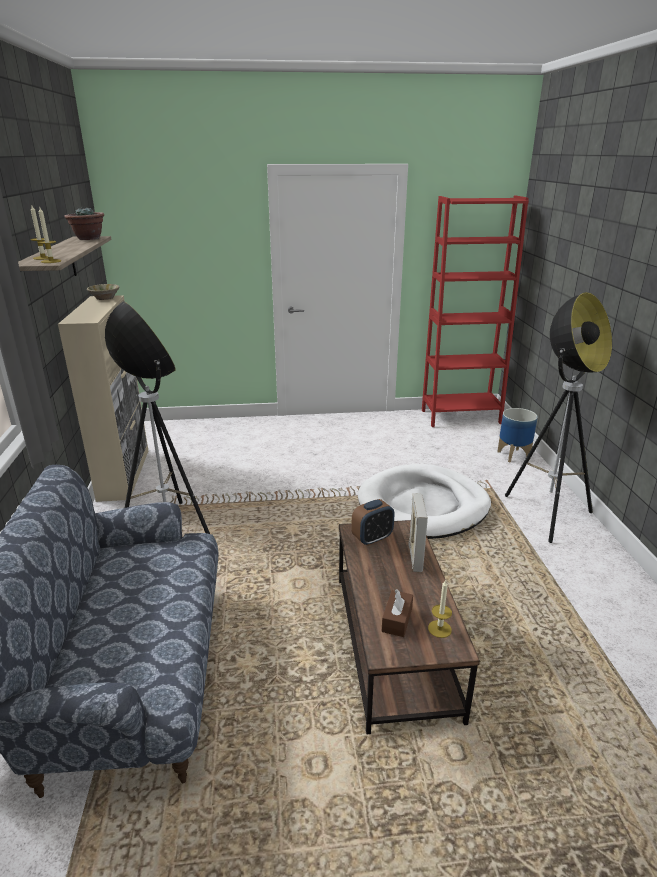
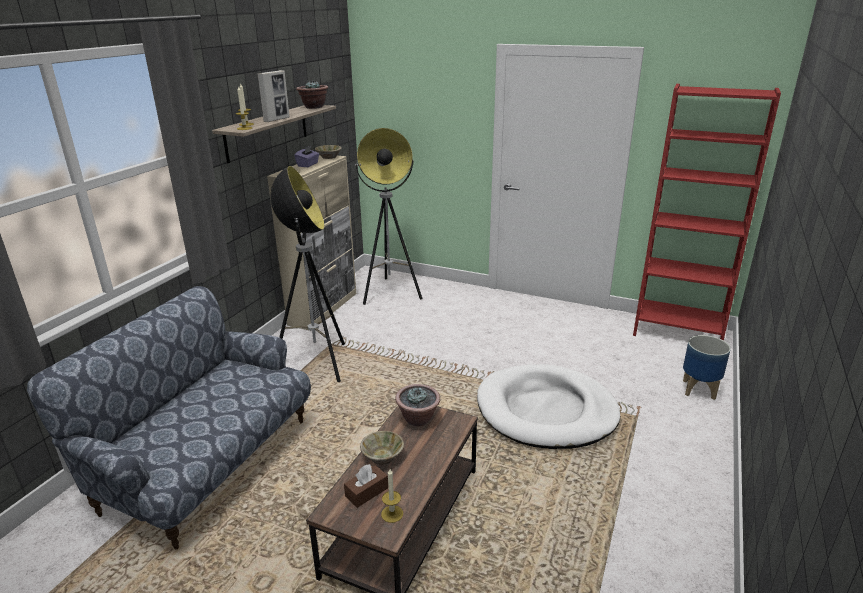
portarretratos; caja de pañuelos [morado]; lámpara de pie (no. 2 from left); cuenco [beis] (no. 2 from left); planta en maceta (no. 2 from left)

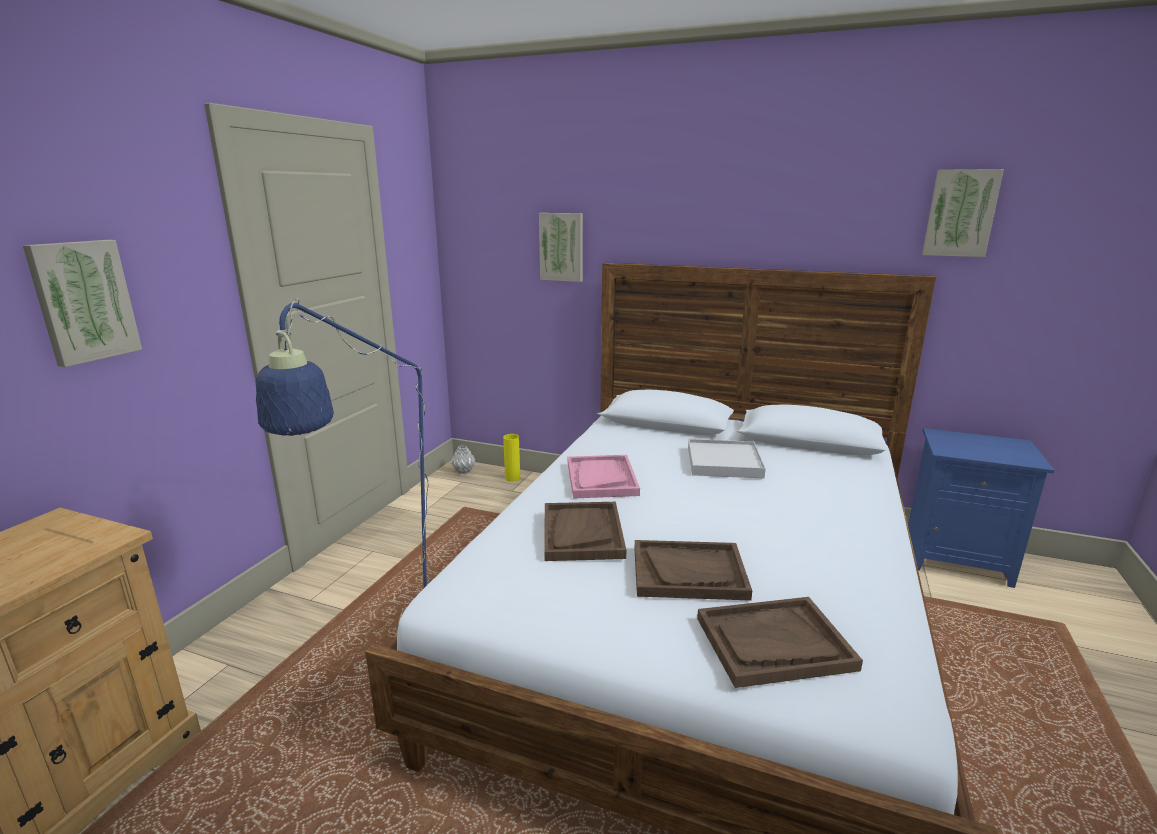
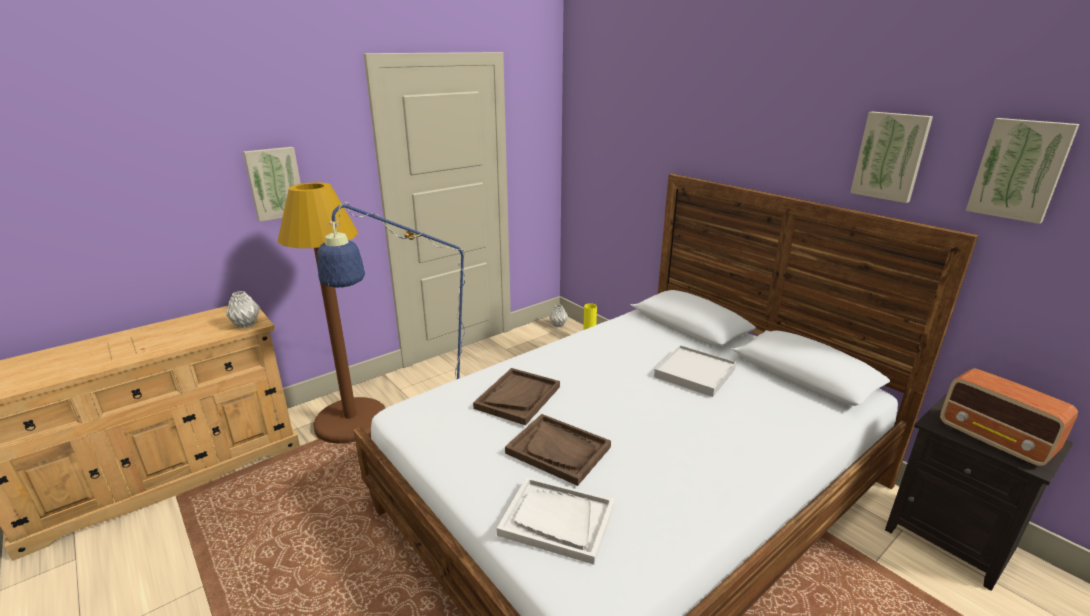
florero [gris] (no. 1 from left); lámpara de pie [marrón]; bandeja [blanco] (no. 1 from left); cuadro (no. 2 from left); mesita de noche [negro]; radio; bandeja [rosa]

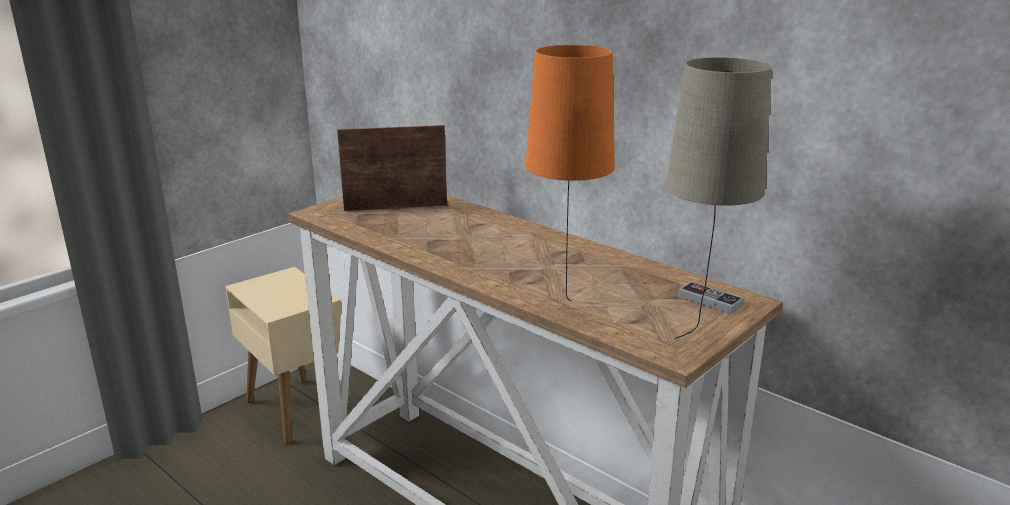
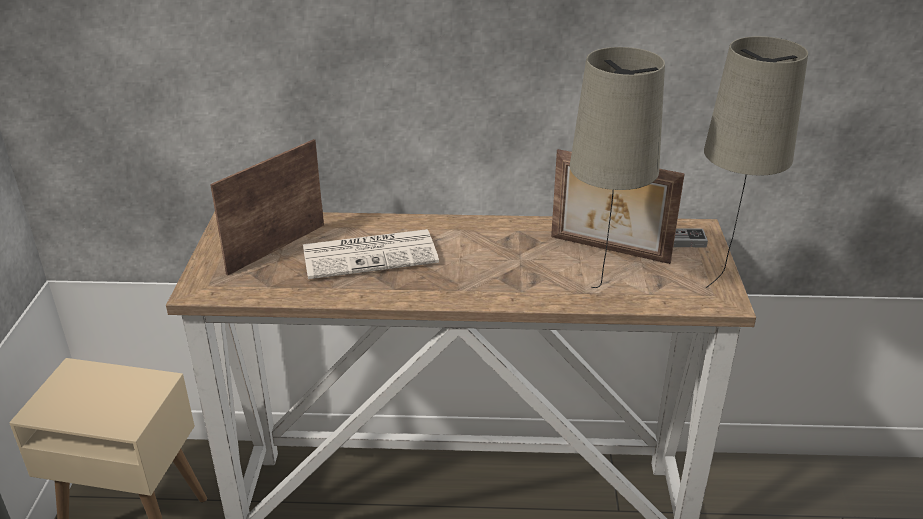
periódico; portarretratos (no. 2 from left); lámpara de mesa [beis] (no. 1 from left)

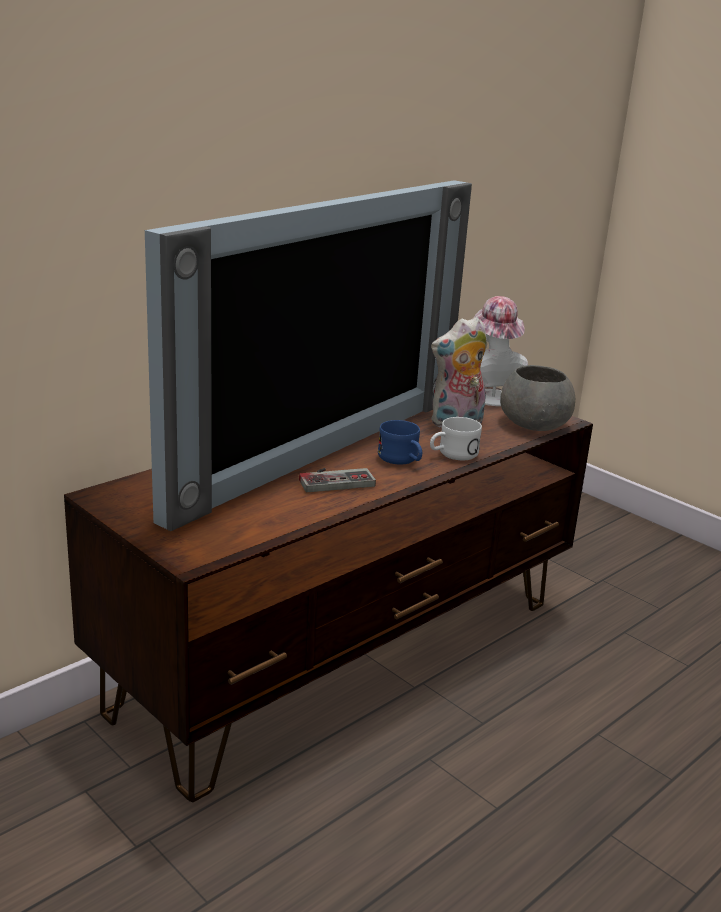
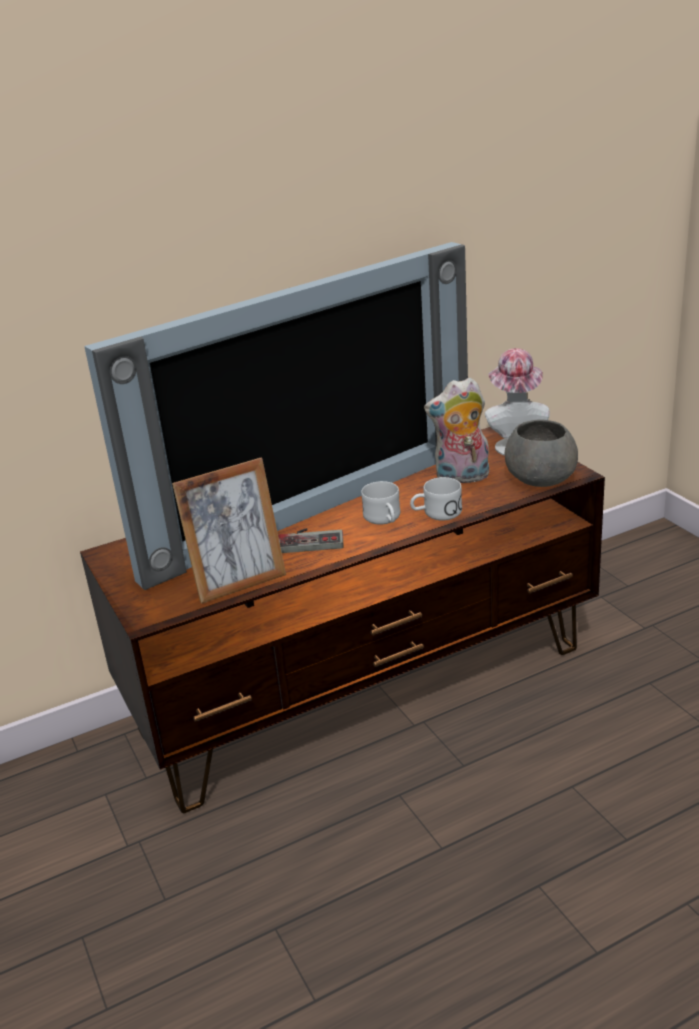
portarretratos; taza grande [blanco] (no. 1 from left)

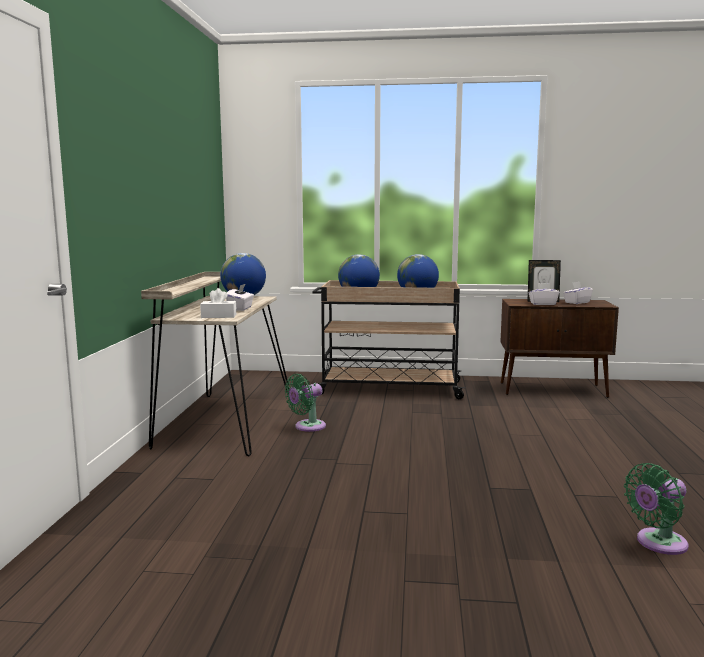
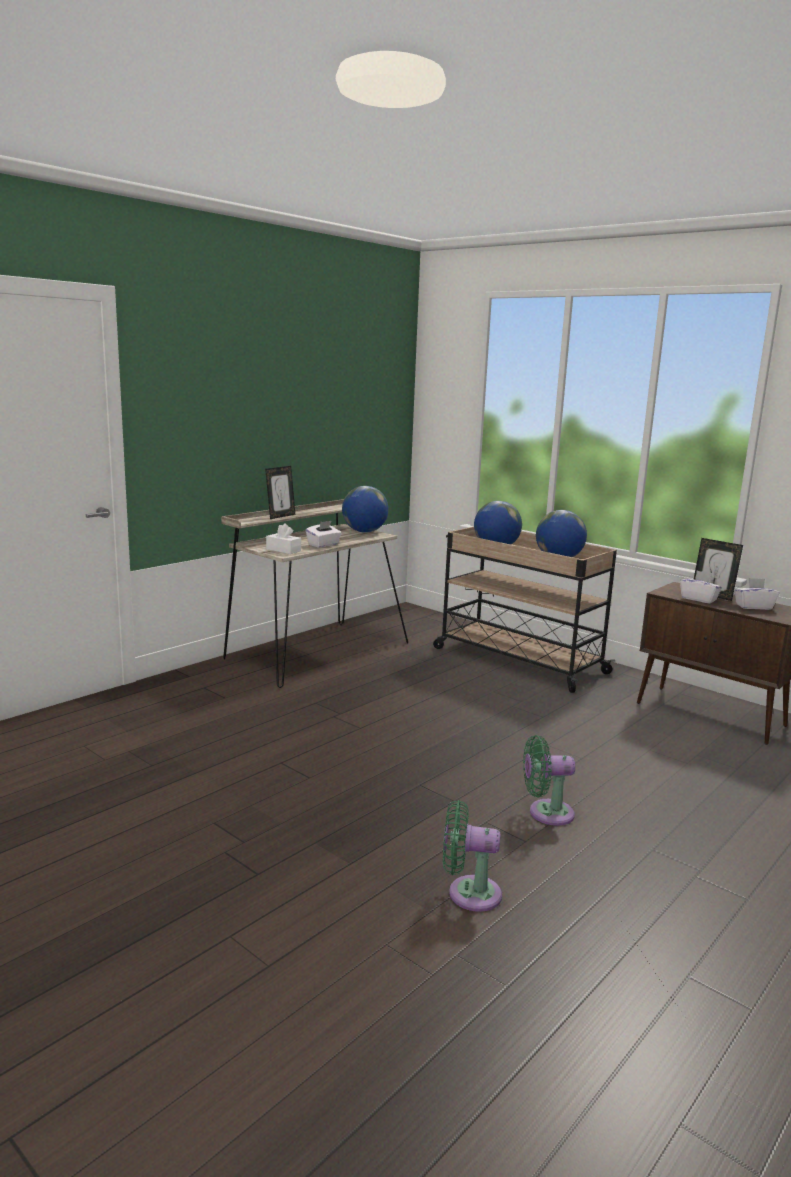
portarretratos (no. 1 from left); ventilador [verde] (no. 2 from left)

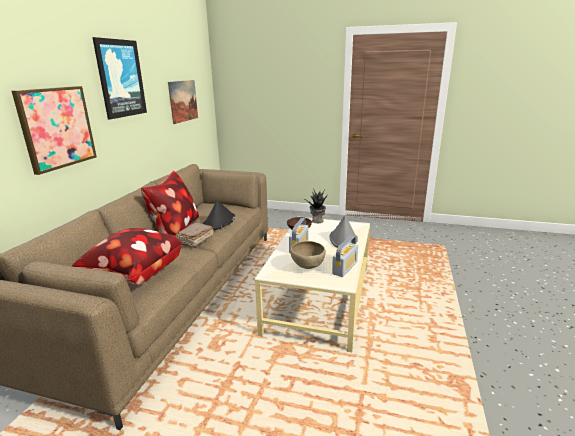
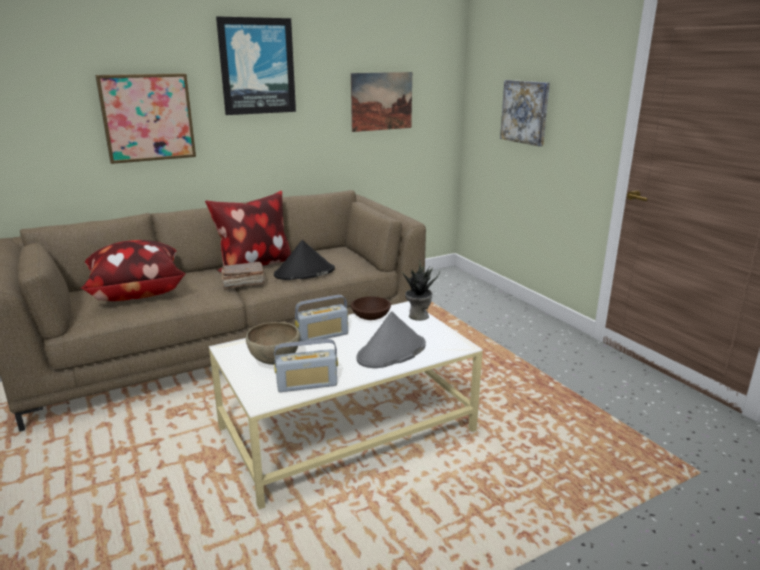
cuadro (no. 4 from left)

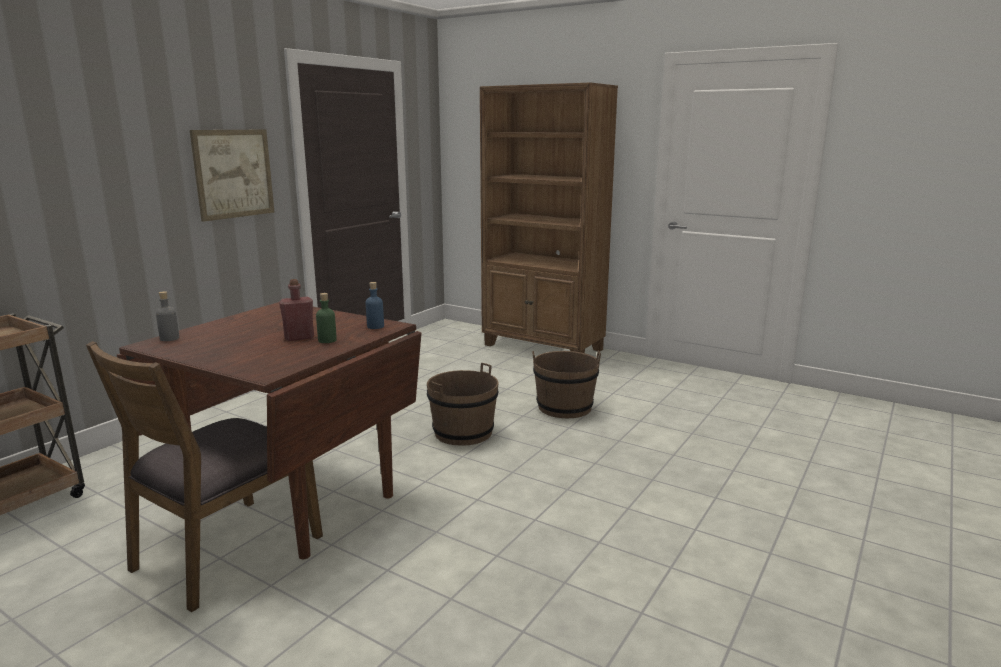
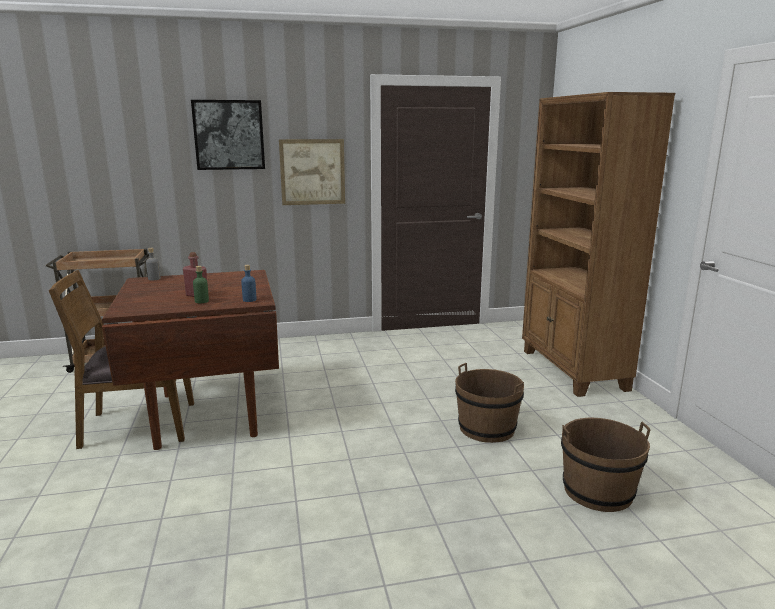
cuadro (no. 1 from left); cubo [marrón] (no. 2 from left)

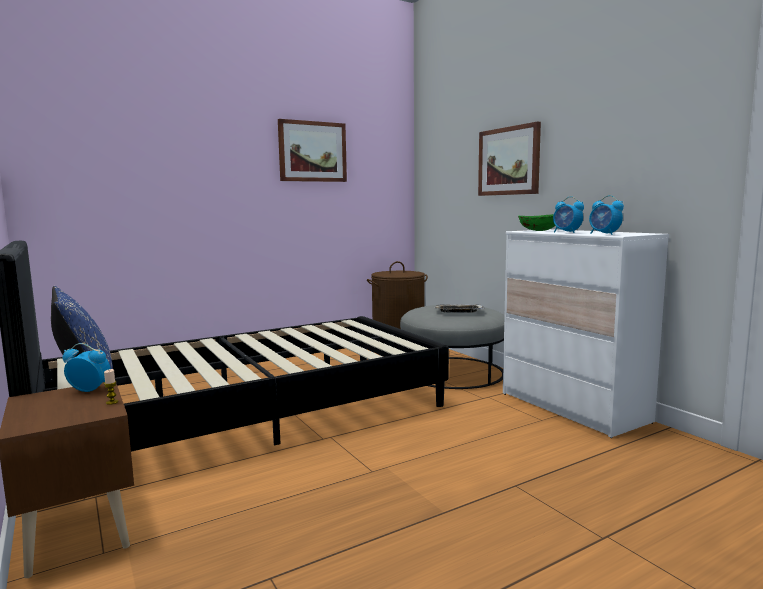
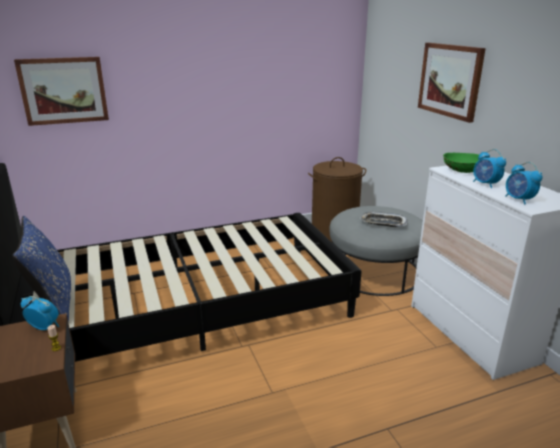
cuadro (no. 1 from left)

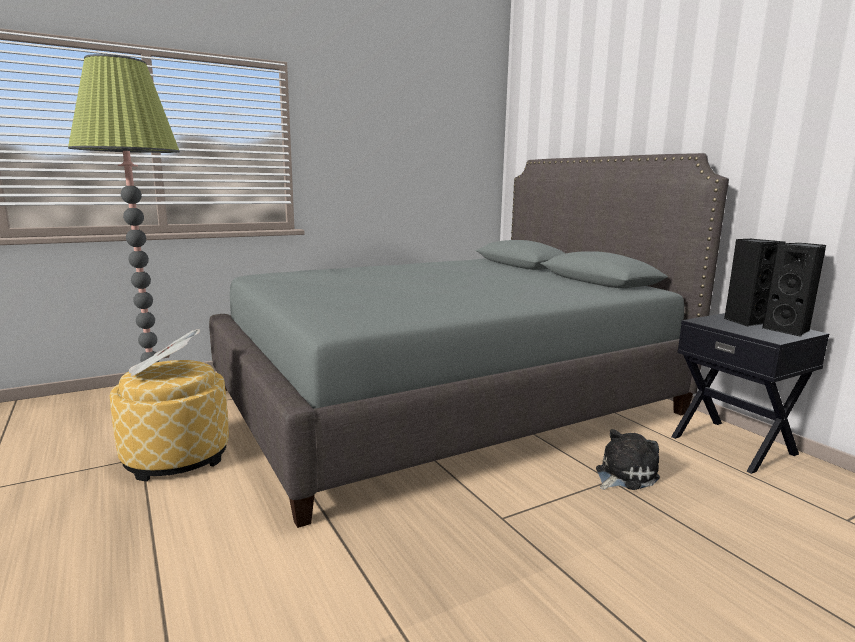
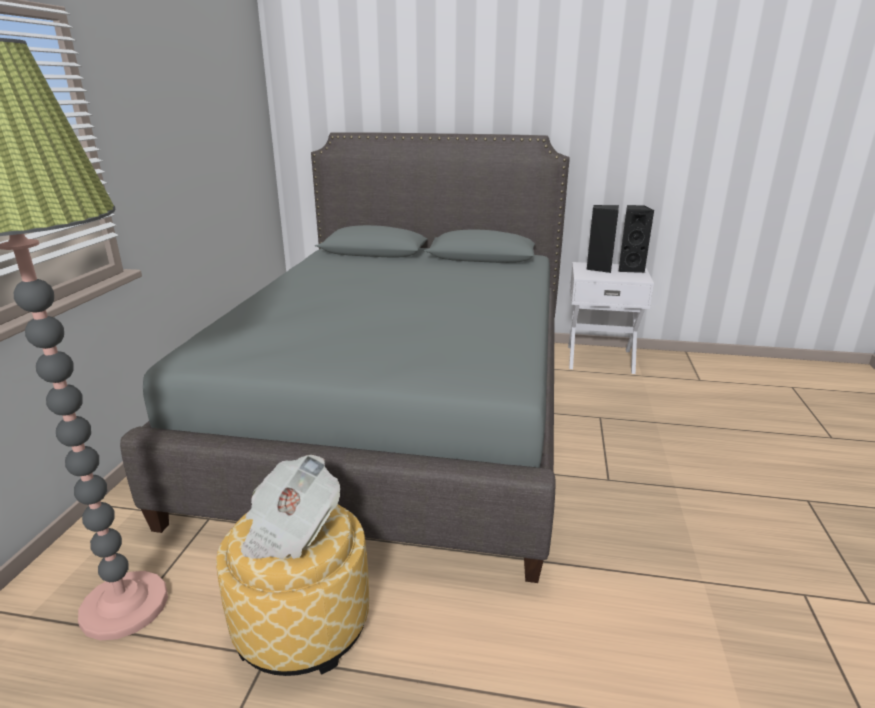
mesita de noche [blanco]; peluche

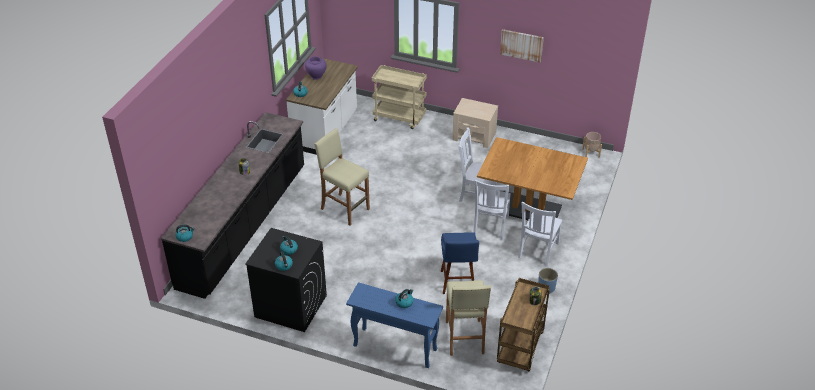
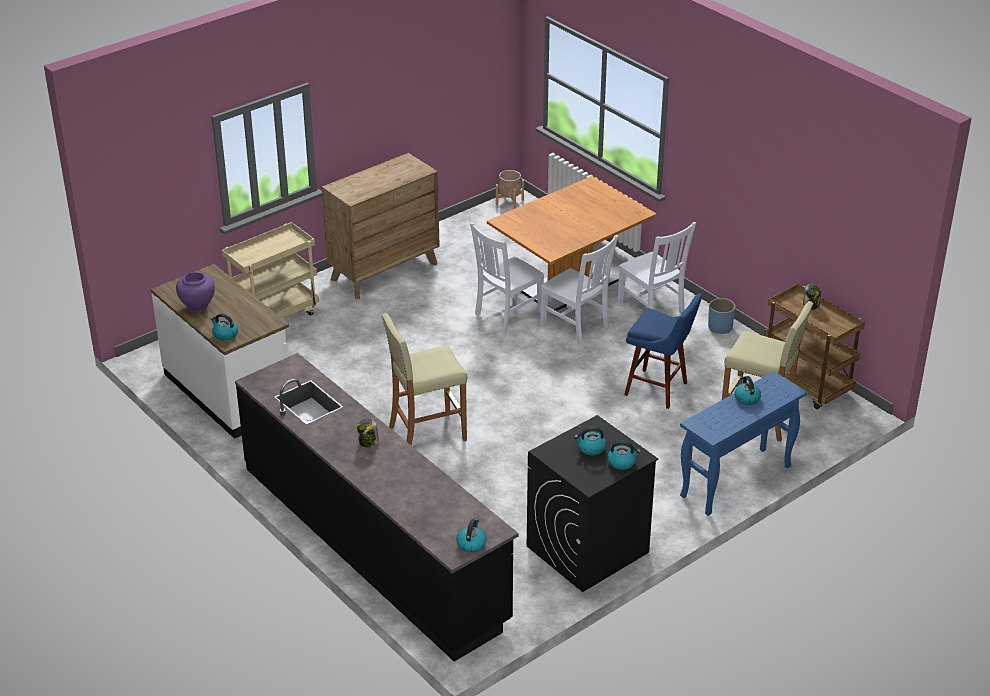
cómoda [marrón]; cuadro

